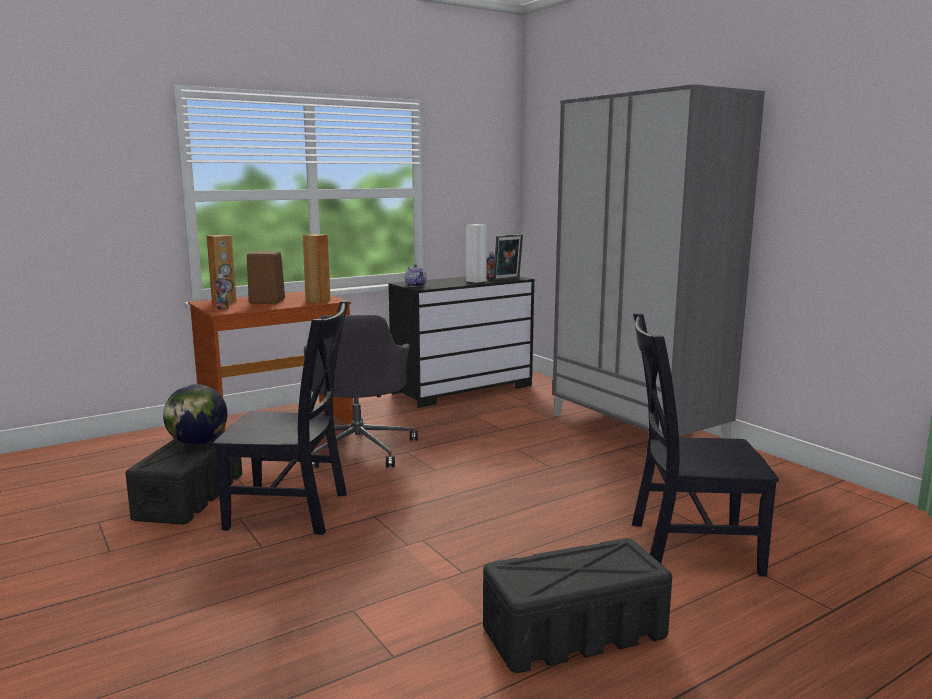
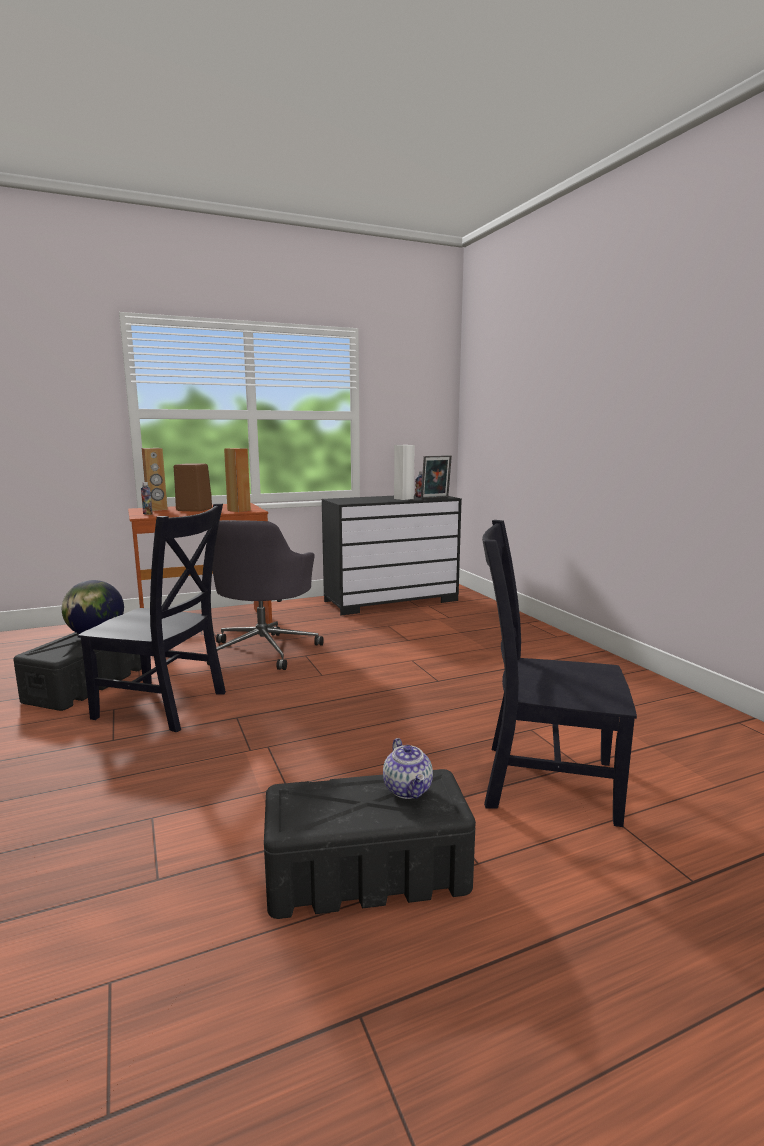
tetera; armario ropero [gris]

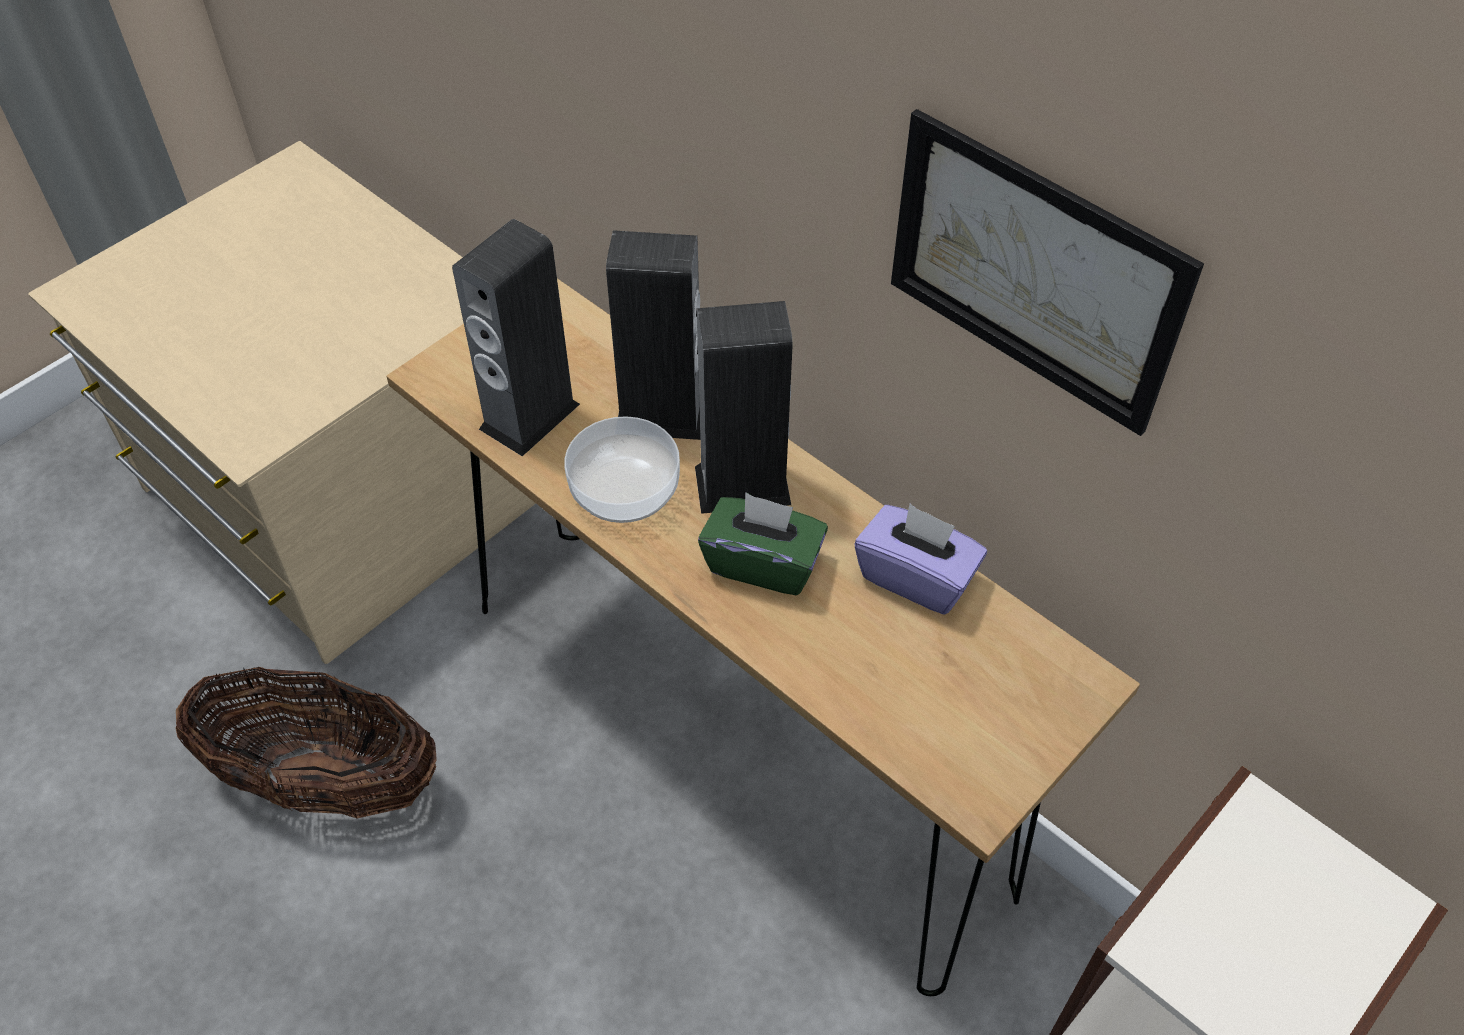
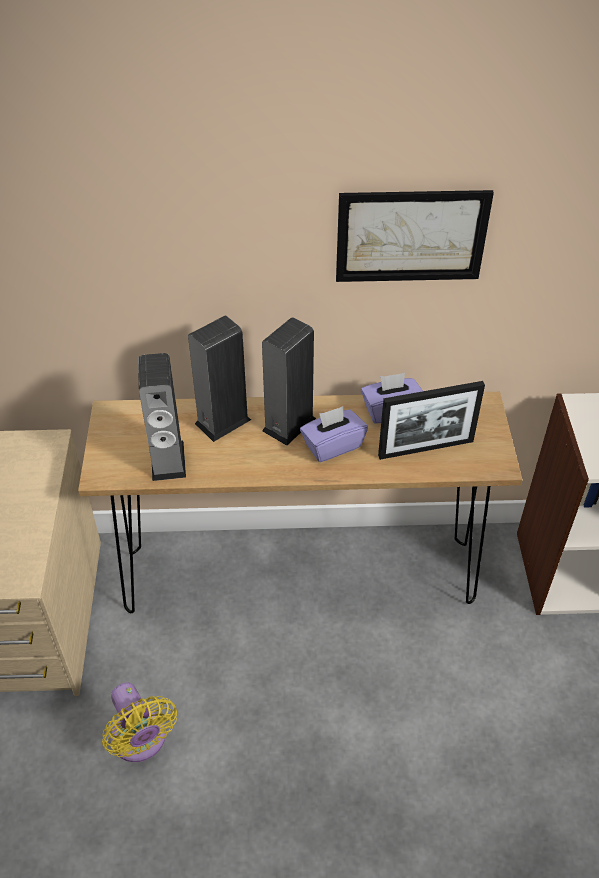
ventilador [amarillo]; caja de pañuelos [morado] (no. 1 from left); portarretratos; cuenco

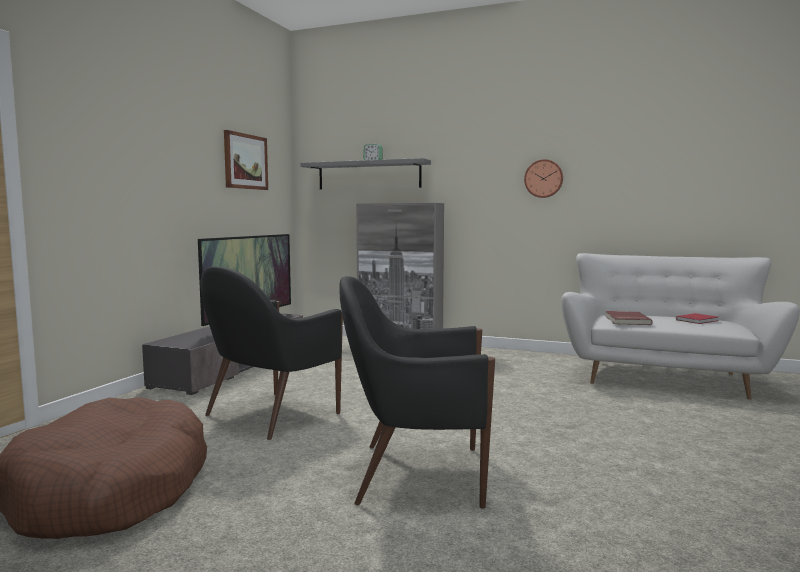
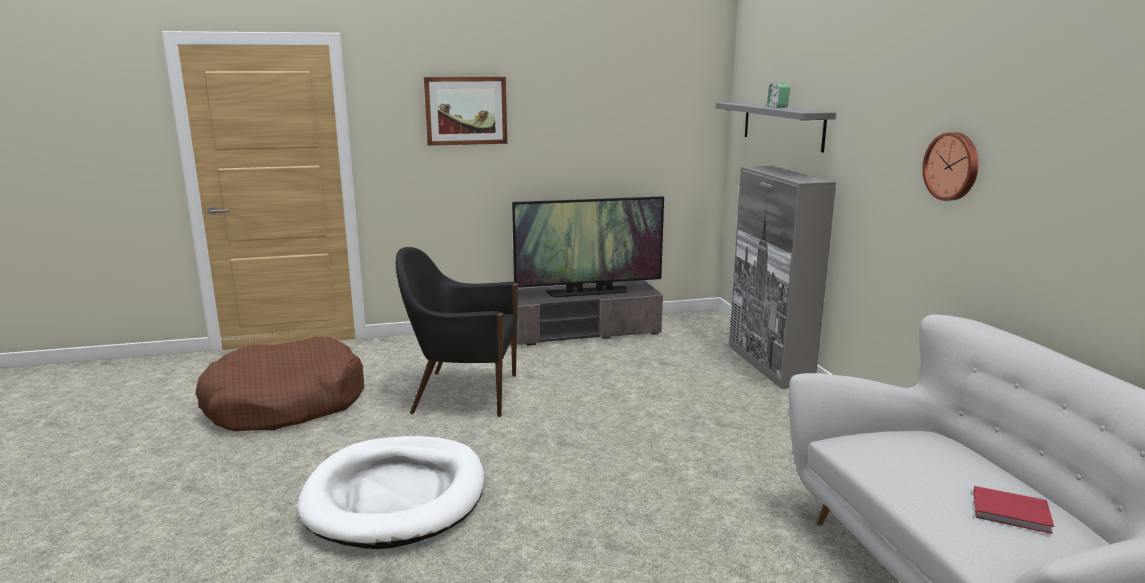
cama para perro [blanco]; cuadro; libro [rojo] (no. 1 from left in the first image)

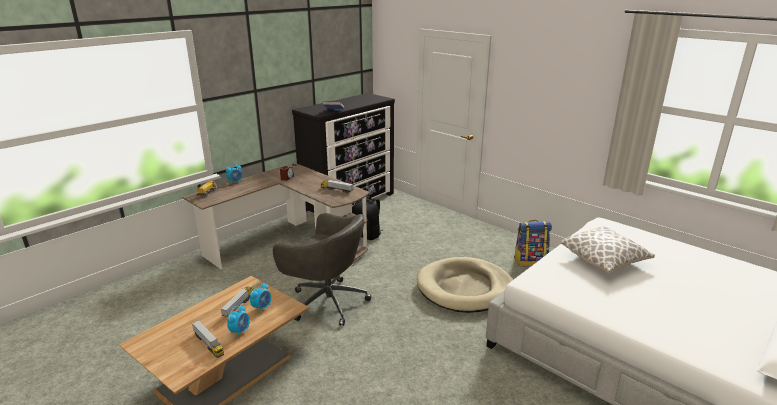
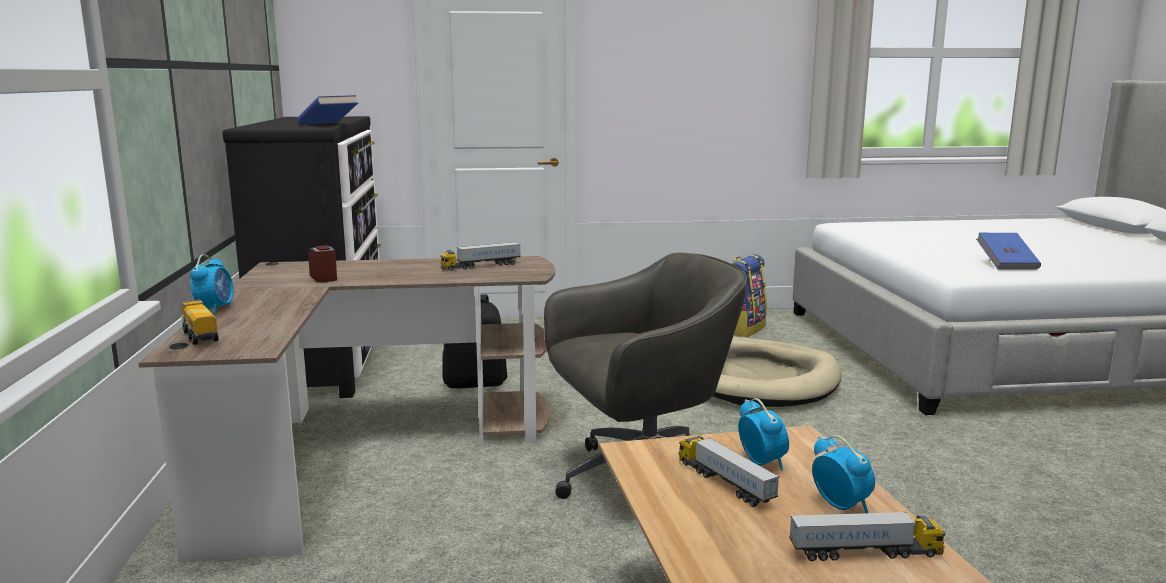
libro [azul] (no. 2 from left); cojín

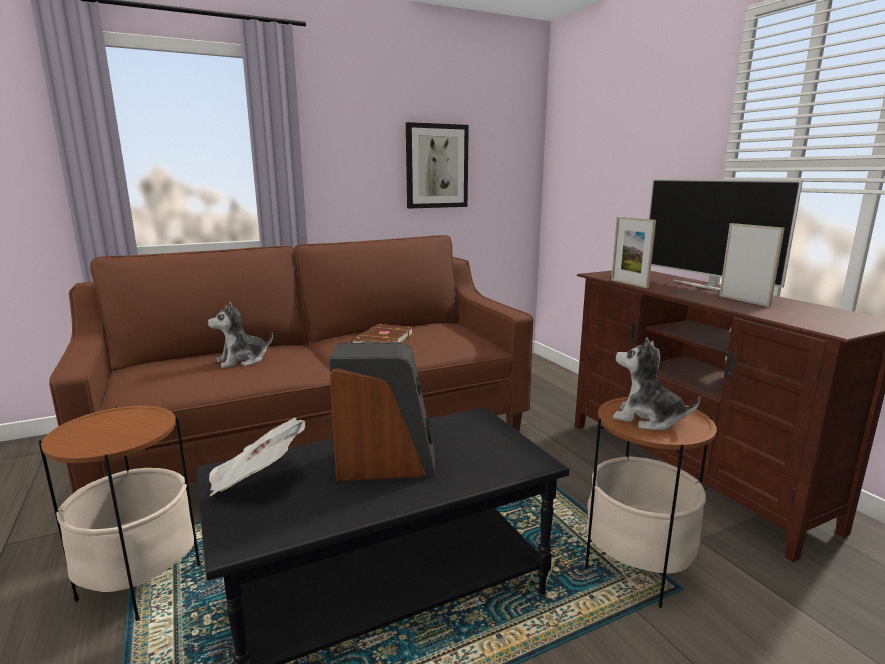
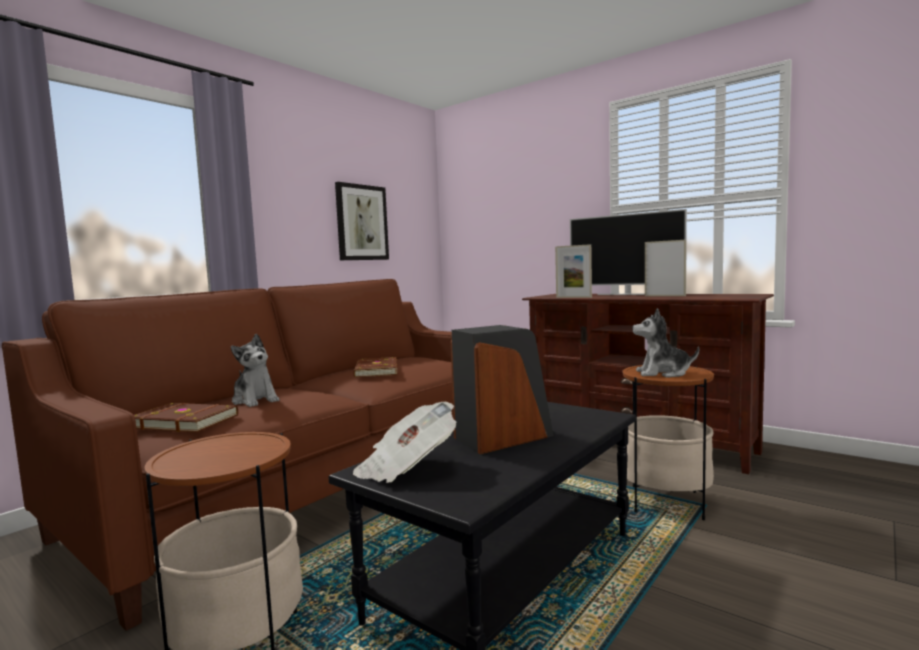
libro [marrón] (no. 1 from left); peluche (no. 1 from left)

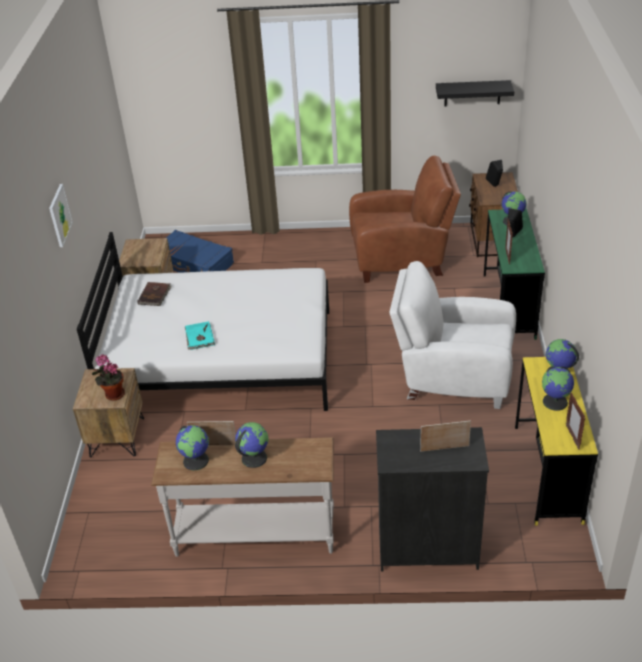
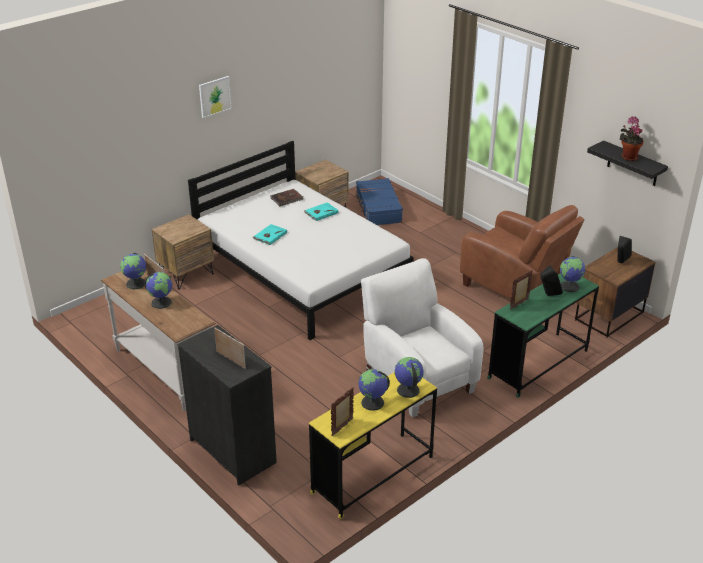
libro [turquesa] (no. 2 from left); planta en maceta

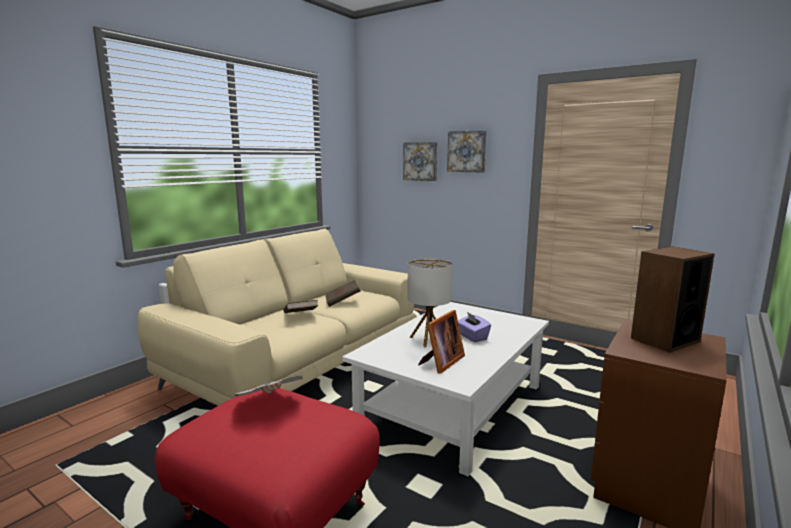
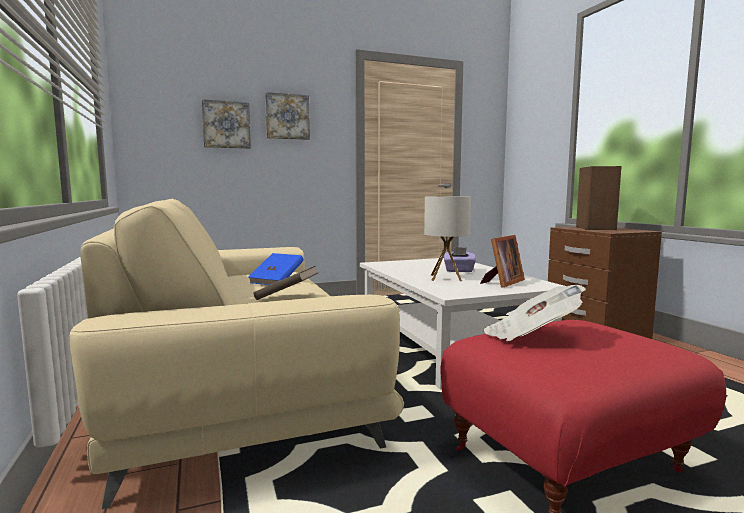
libro [azul]; portarretratos

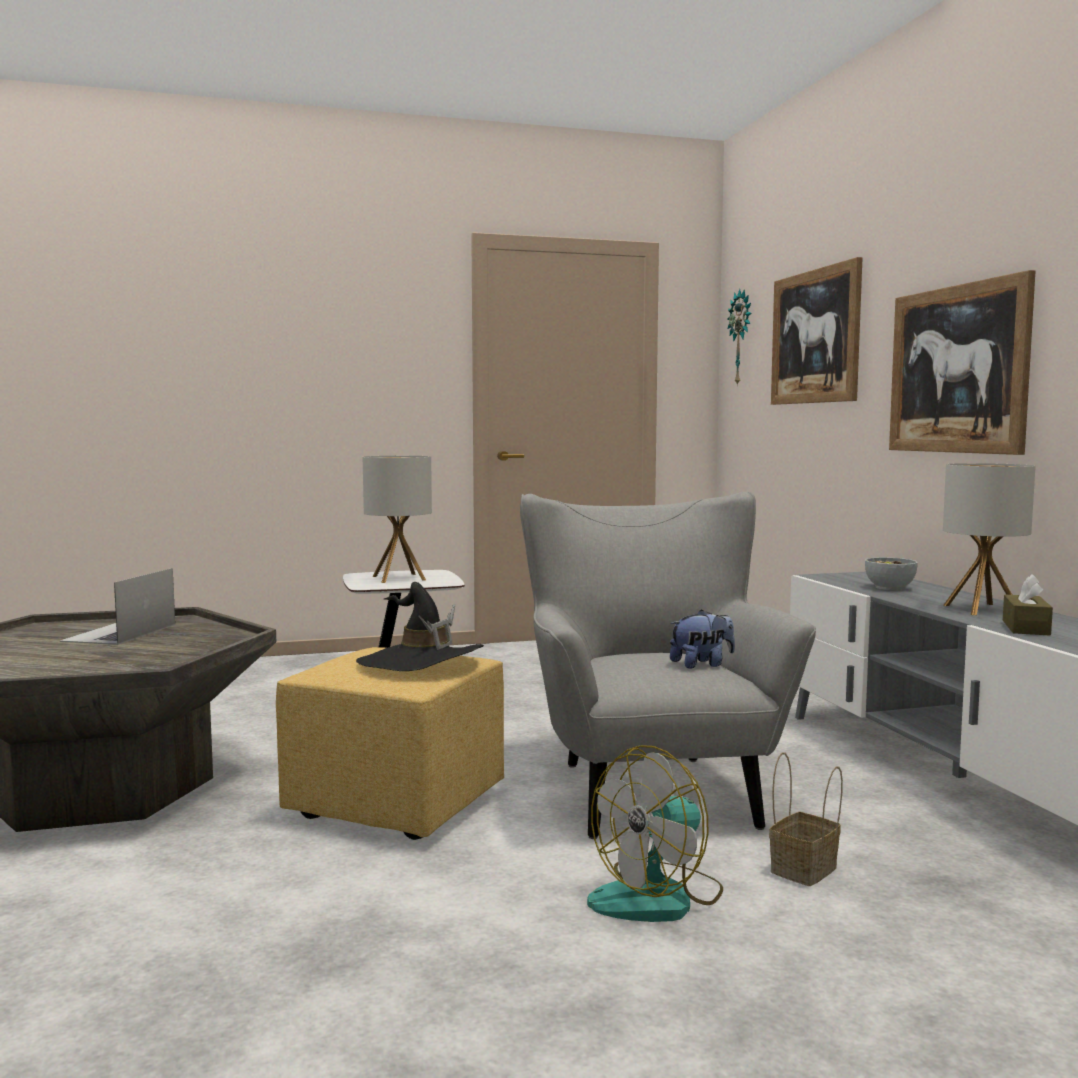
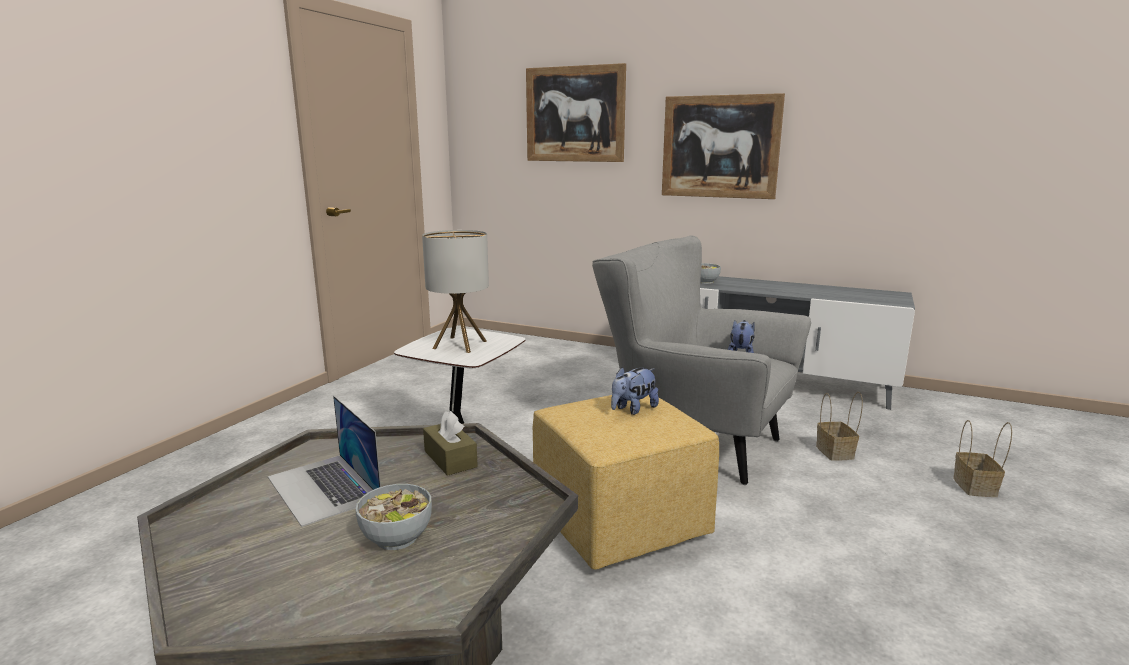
cuenco (no. 1 from left); caja de pañuelos [marrón]; peluche (no. 1 from left); cesta (no. 2 from left); ventilador; reloj de pared; lámpara de mesa (no. 2 from left in the first image)

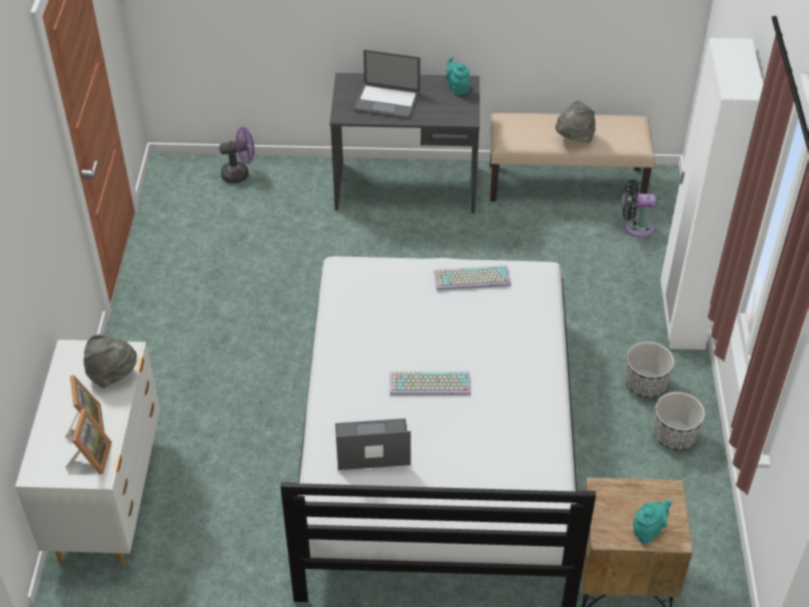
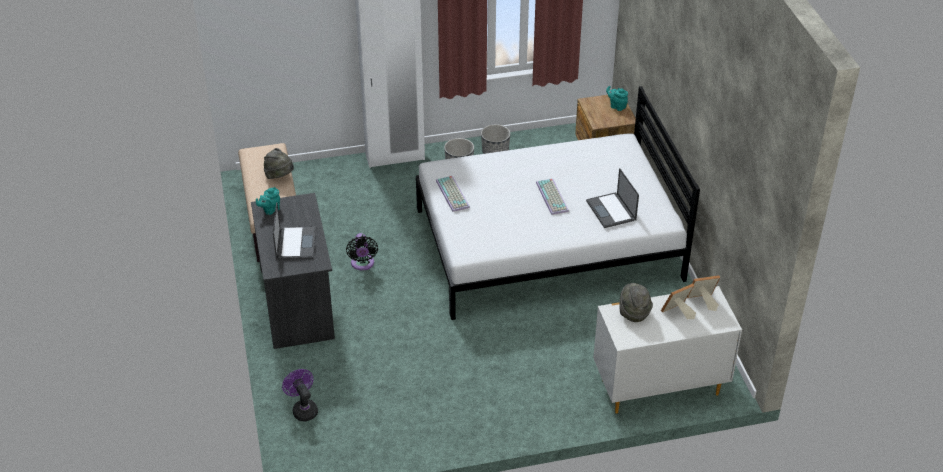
ventilador [negro]

